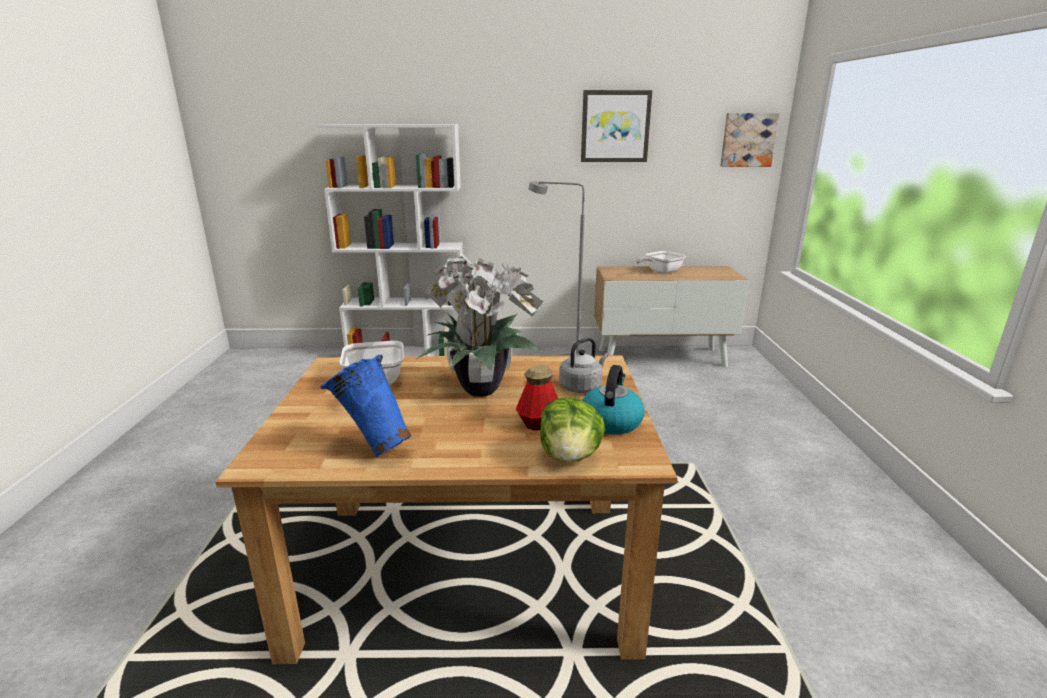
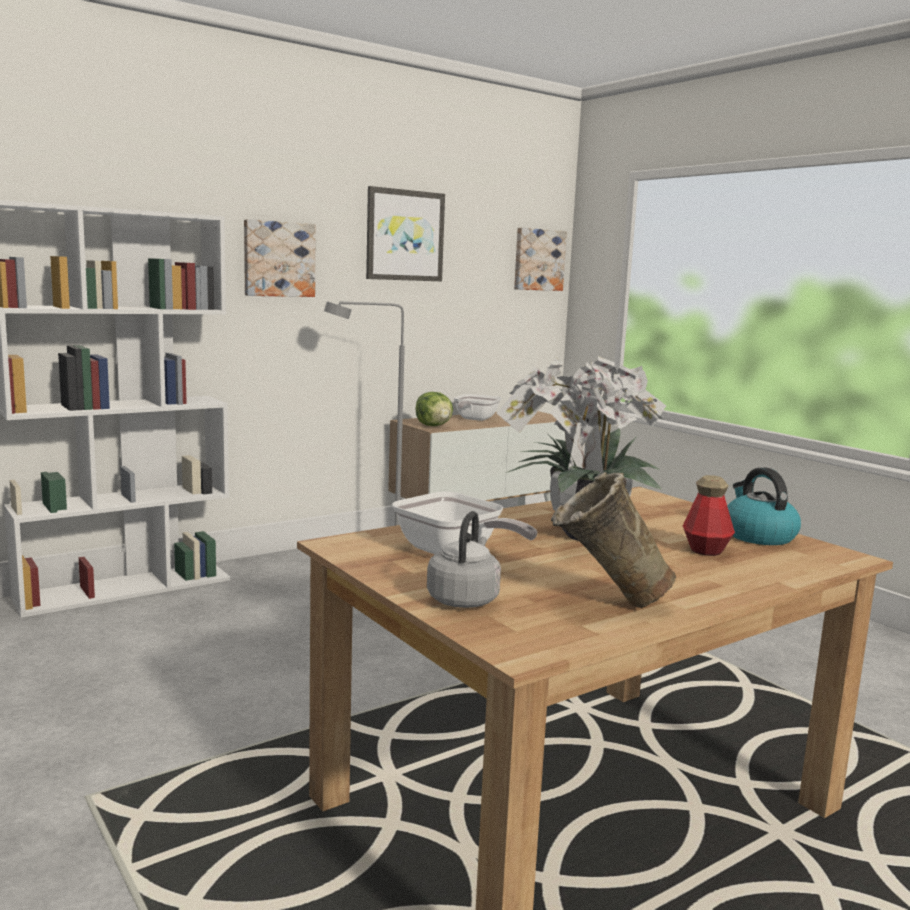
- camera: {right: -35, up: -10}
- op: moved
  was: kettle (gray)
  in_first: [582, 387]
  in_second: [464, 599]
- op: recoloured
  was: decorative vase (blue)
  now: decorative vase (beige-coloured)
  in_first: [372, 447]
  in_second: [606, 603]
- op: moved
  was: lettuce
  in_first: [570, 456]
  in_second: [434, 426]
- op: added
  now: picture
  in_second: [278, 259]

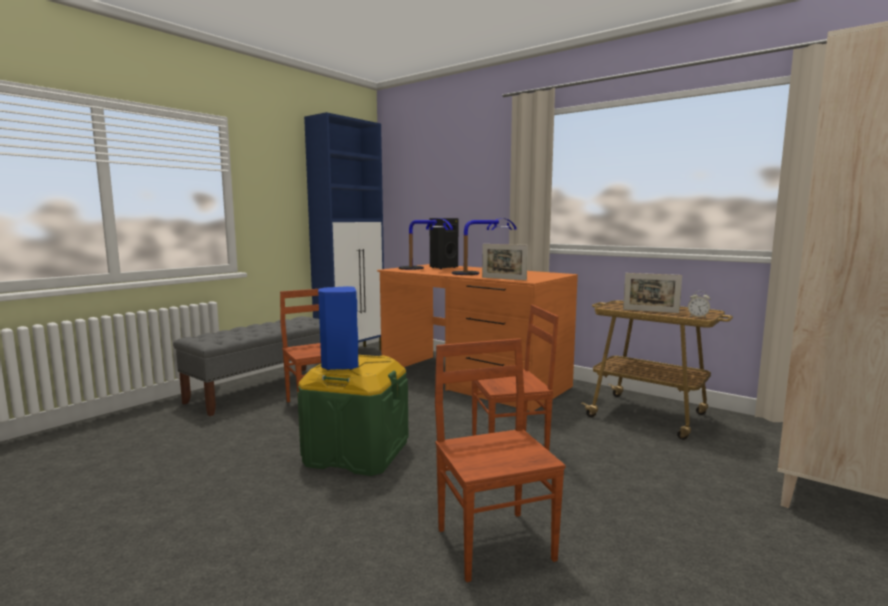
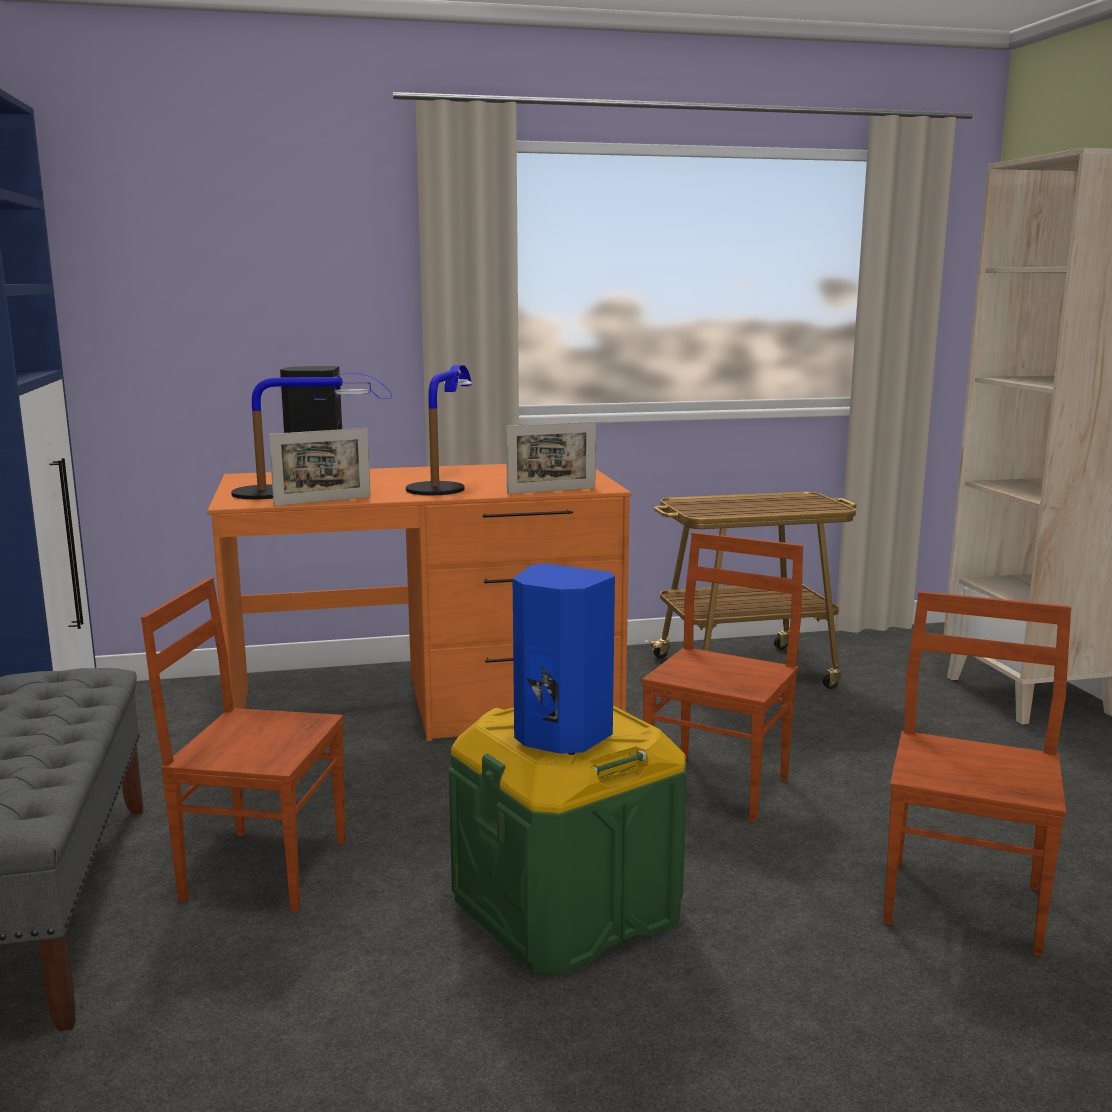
- camera: {right: -50, up: 5}
- op: moved
  was: photo frame
  in_first: [650, 311]
  in_second: [323, 501]
- op: removed
  was: table clock
  in_first: [698, 317]
- op: turned
  was: upright chair (brownish)
  in_first: [496, 542]
  in_second: [965, 904]
  clockwise: 90

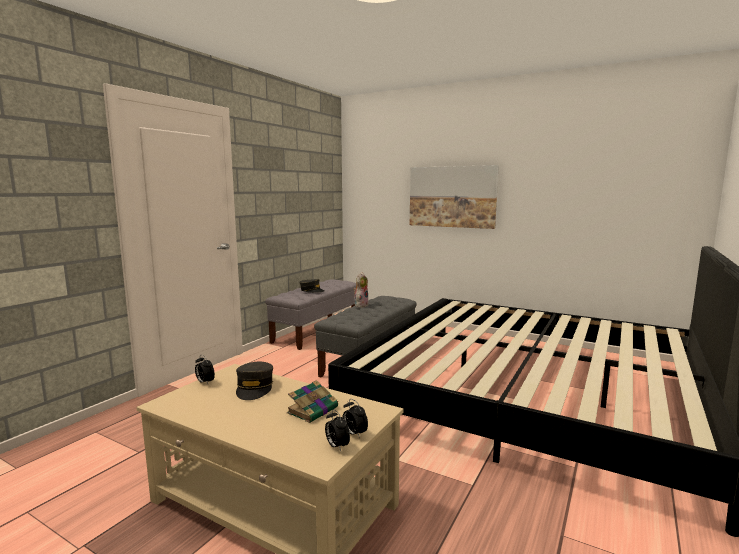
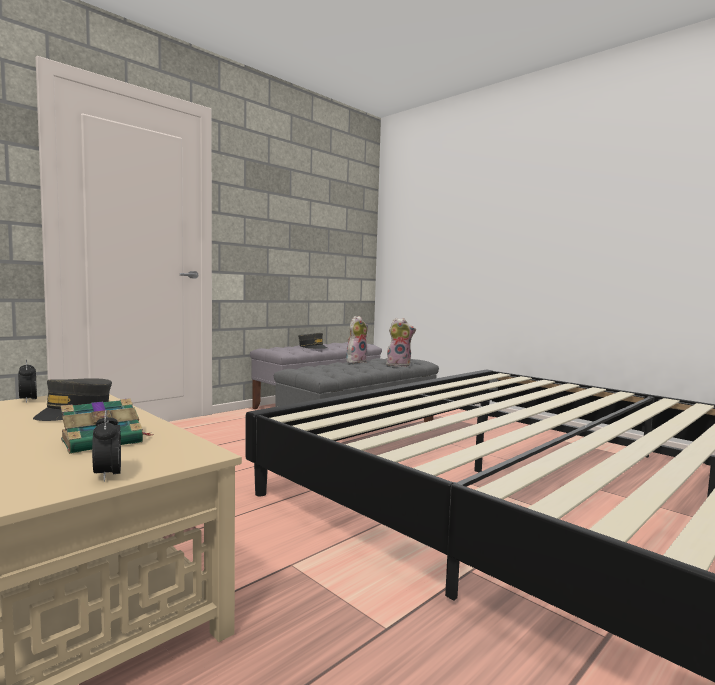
- camera: {right: 15, up: -5}
- op: removed
  was: picture
  in_first: [452, 197]
- op: removed
  was: table clock
  in_first: [336, 446]
- op: added
  now: cuddly toy
  in_second: [399, 365]

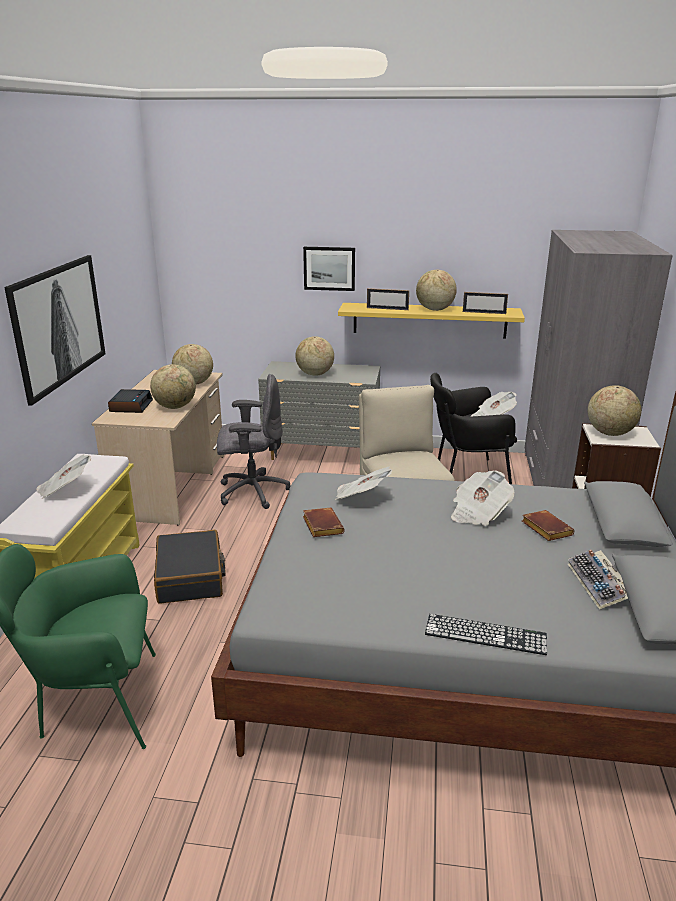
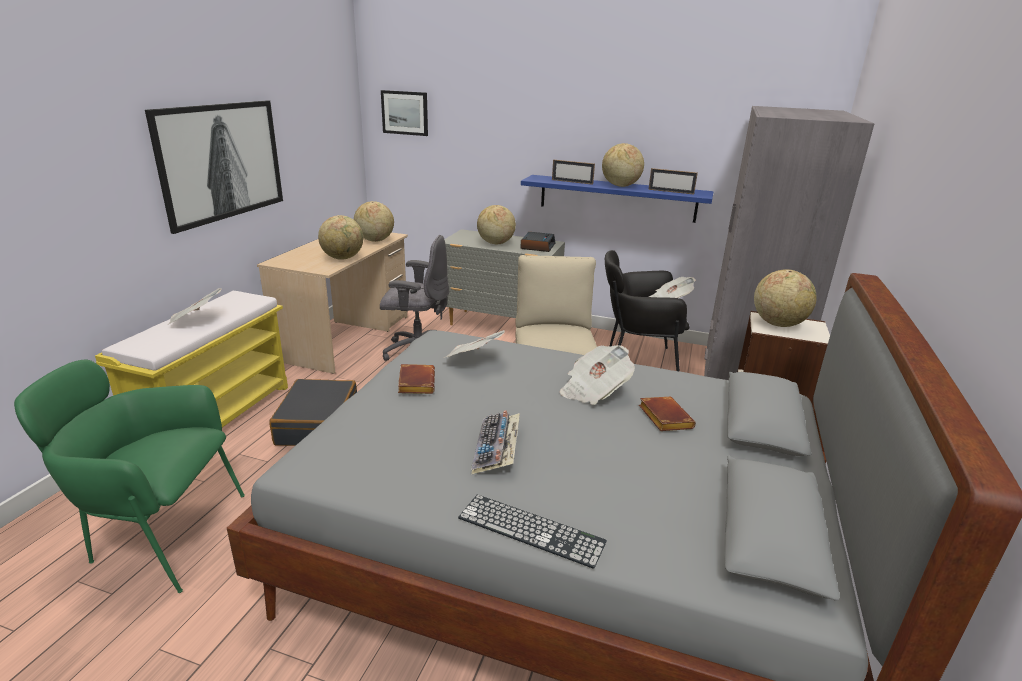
- camera: {right: 10, up: 0}
- op: moved
  was: picture
  in_first: [329, 268]
  in_second: [405, 113]
- op: recoloured
  was: wall shelf (yellowish)
  now: wall shelf (blue)
  in_first: [429, 320]
  in_second: [617, 198]
- op: moved
  was: table clock
  in_first: [131, 406]
  in_second: [537, 246]
- op: moved
  was: keyboard
  in_first: [599, 585]
  in_second: [497, 450]

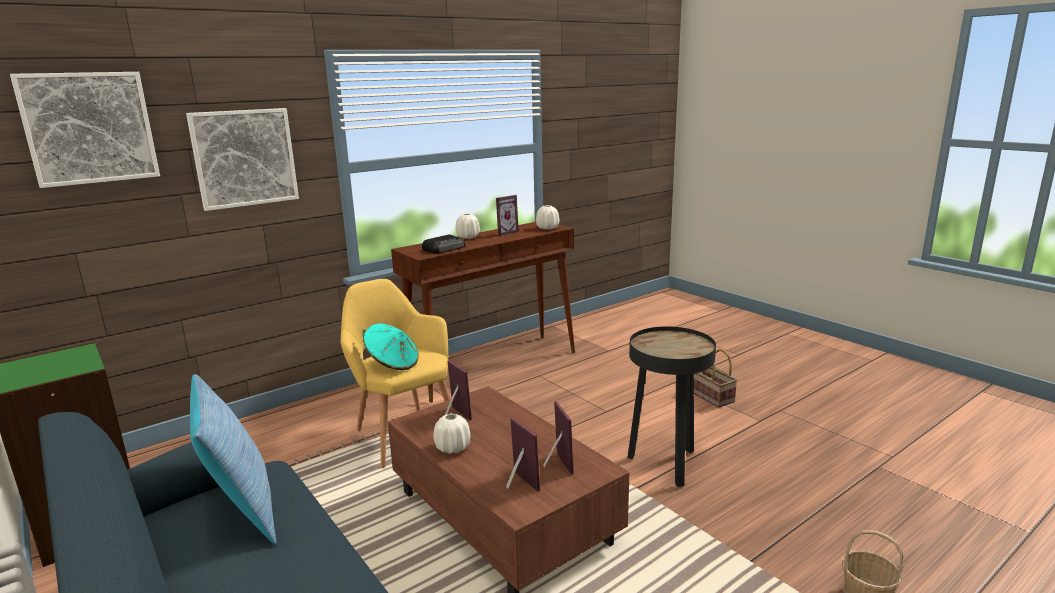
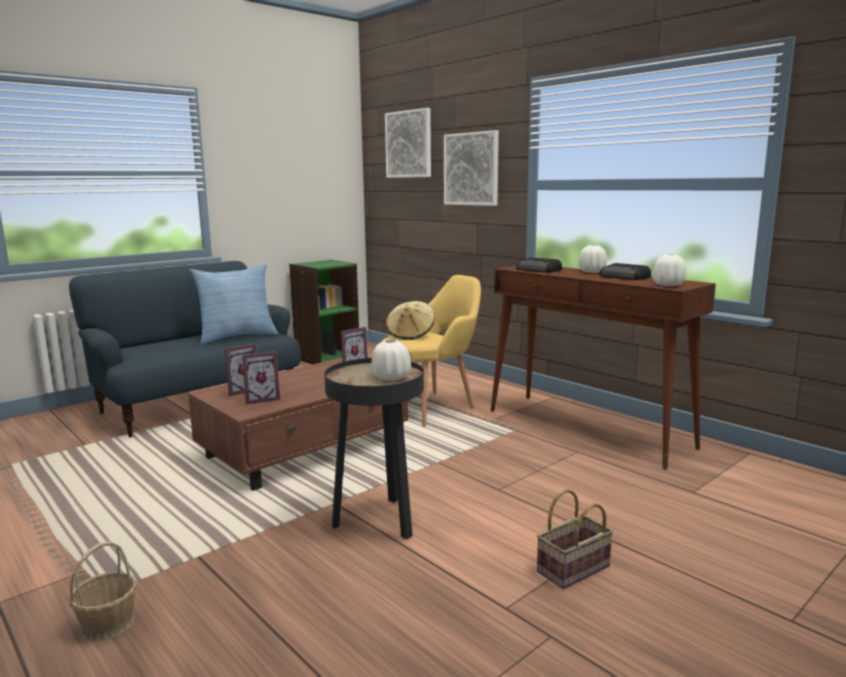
- camera: {right: 85, up: -5}
- op: replaced
  was: photo frame
  now: radio receiver
  in_first: [504, 232]
  in_second: [625, 277]
- op: recoloured
  was: clothing hat (turquoise)
  now: clothing hat (beige-coloured)
  in_first: [392, 364]
  in_second: [411, 335]
- op: moved
  was: decorative vase (white-coloured)
  in_first: [453, 447]
  in_second: [391, 377]

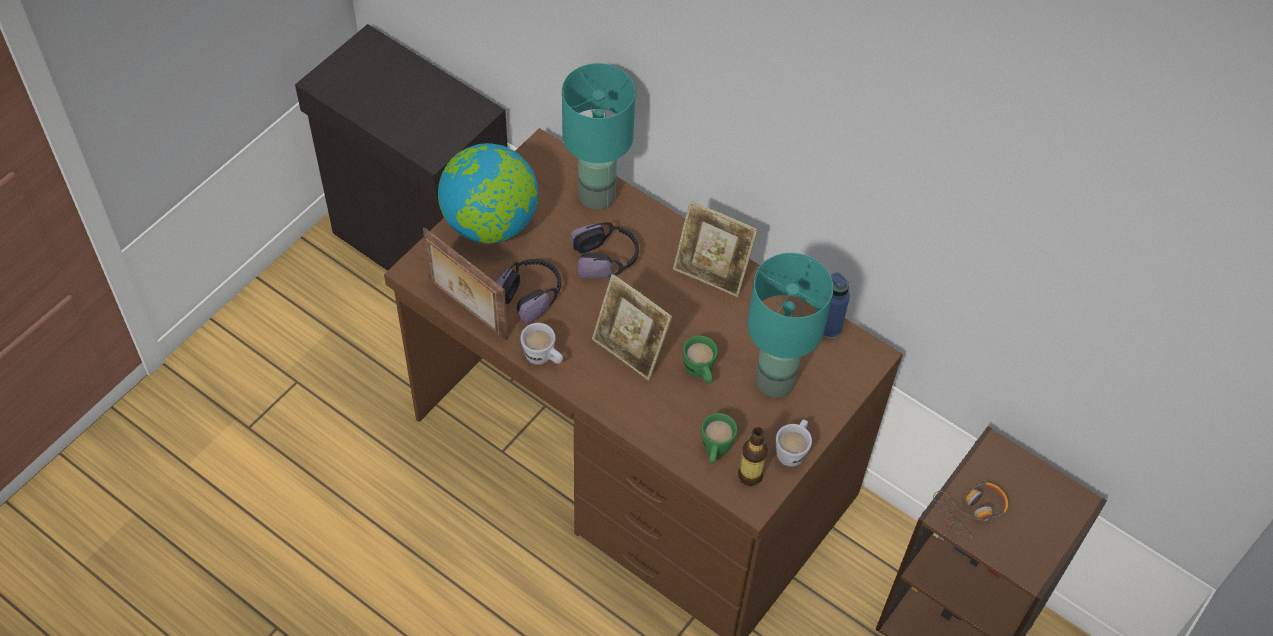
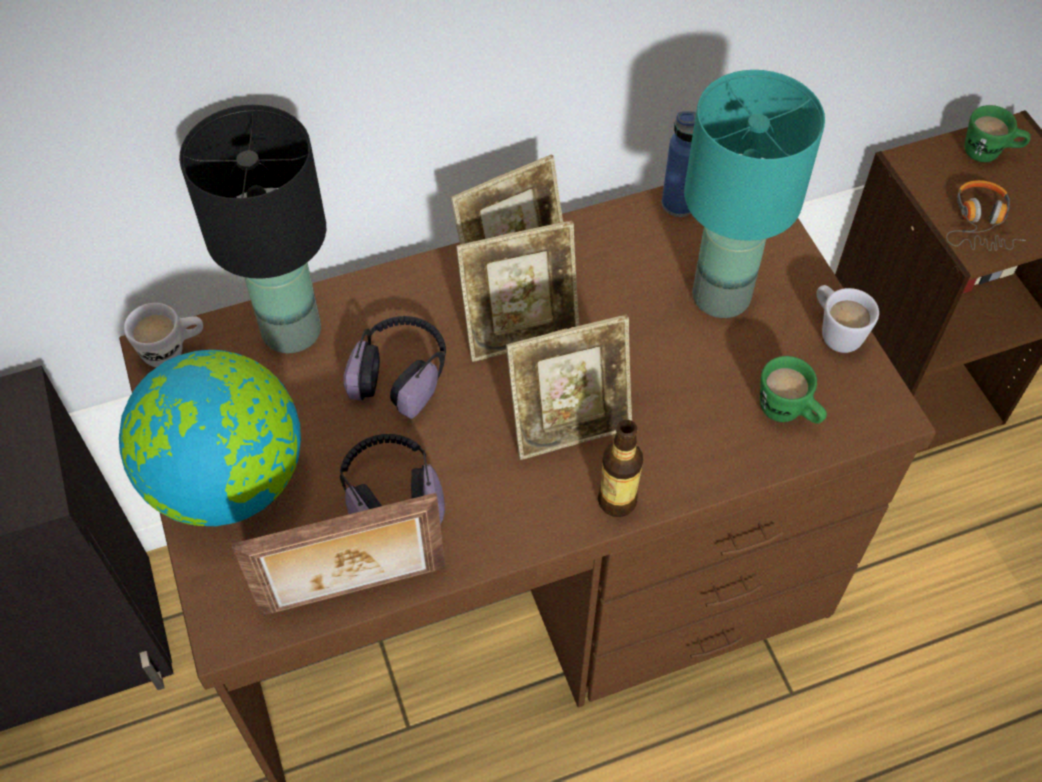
- camera: {right: -55, up: 0}
- op: recoloured
  was: tabletop lamp (turquoise)
  now: tabletop lamp (blackish)
  in_first: [598, 196]
  in_second: [293, 329]
- op: moved
  was: coffee mug (white-coloured)
  in_first: [543, 358]
  in_second: [173, 350]
- op: moved
  was: coffee mug (greenish)
  in_first: [700, 373]
  in_second: [989, 153]
- op: moved
  was: beverage bottle
  in_first: [750, 475]
  in_second: [617, 501]
- op: added
  now: photo frame
  in_second: [520, 332]

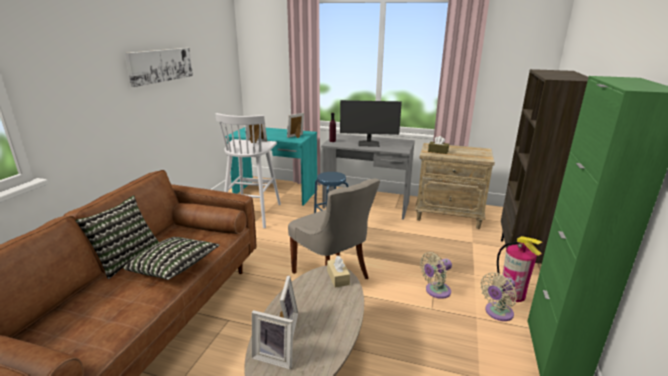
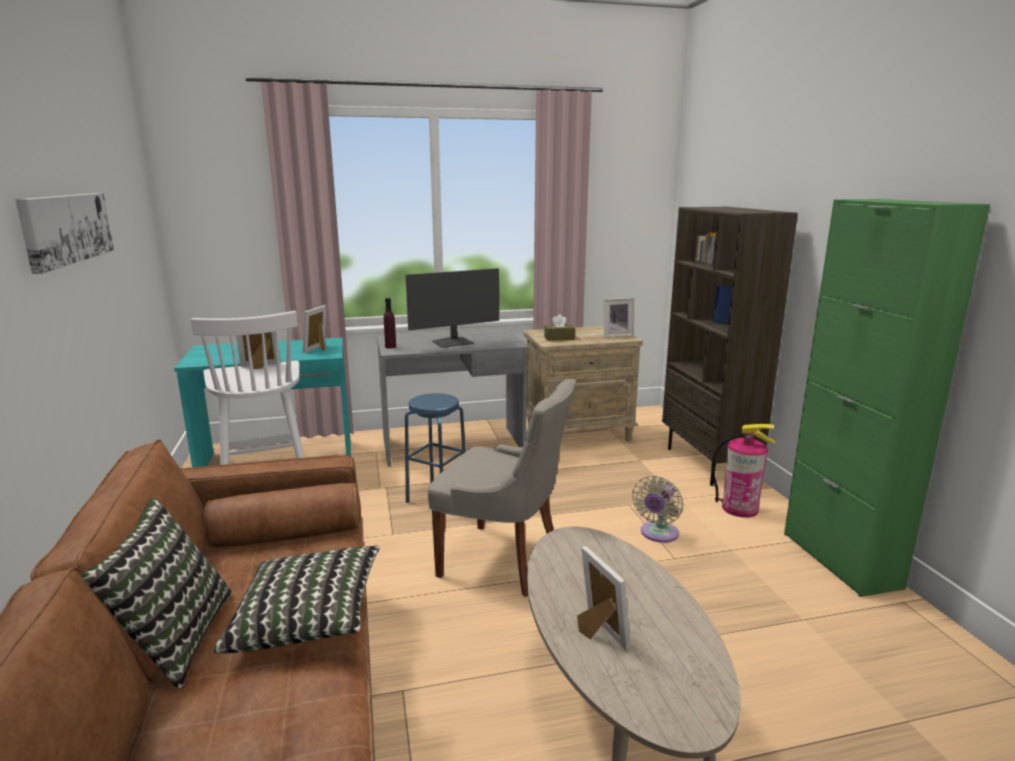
- camera: {right: -30, up: -5}
- op: removed
  was: tissue holder (beige-coloured)
  in_first: [338, 277]
- op: removed
  was: electric fan (beige-coloured)
  in_first: [497, 313]
- op: moved
  was: photo frame
  in_first: [275, 357]
  in_second: [617, 335]

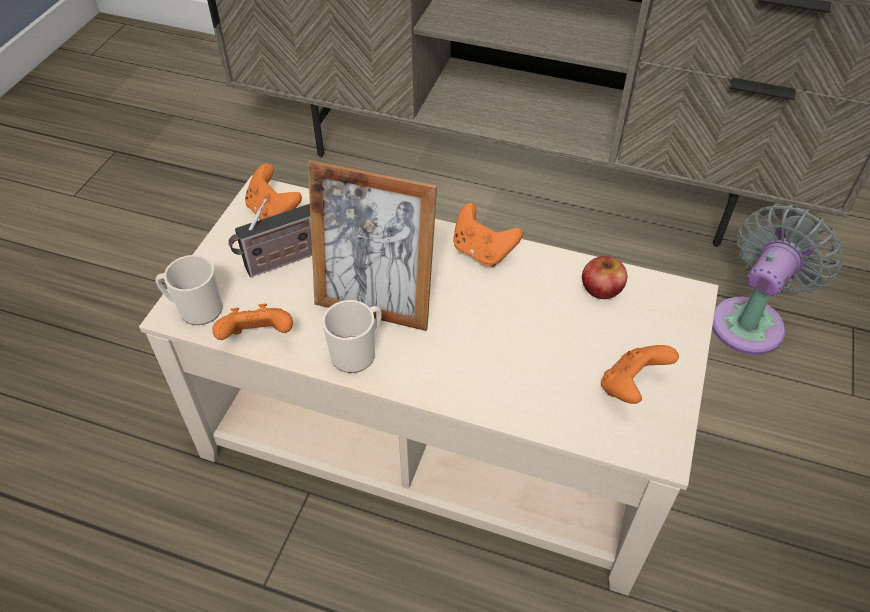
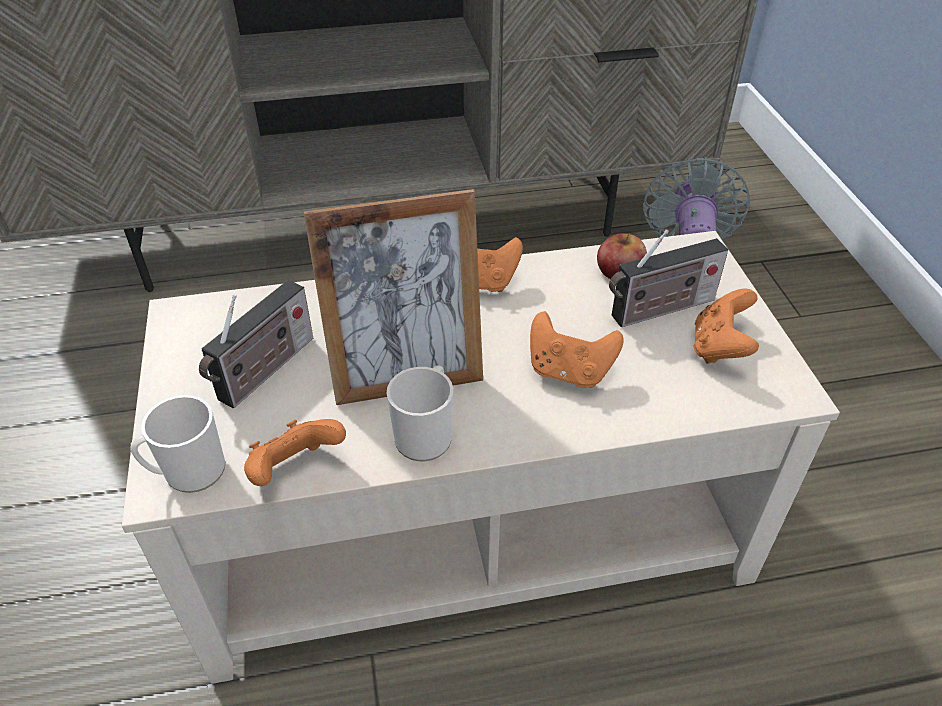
- camera: {right: -30, up: -5}
- op: moved
  was: game controller (orange)
  in_first: [273, 212]
  in_second: [569, 371]
- op: added
  now: radio receiver
  in_second: [659, 310]

